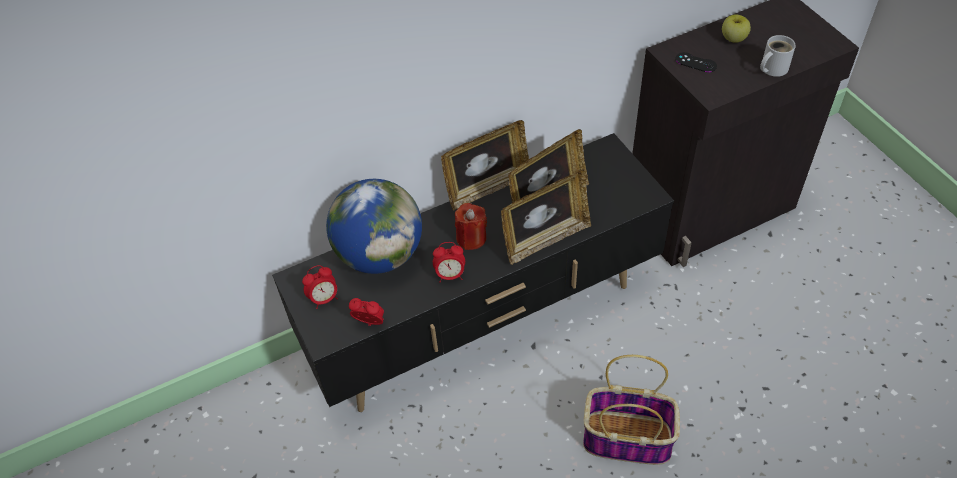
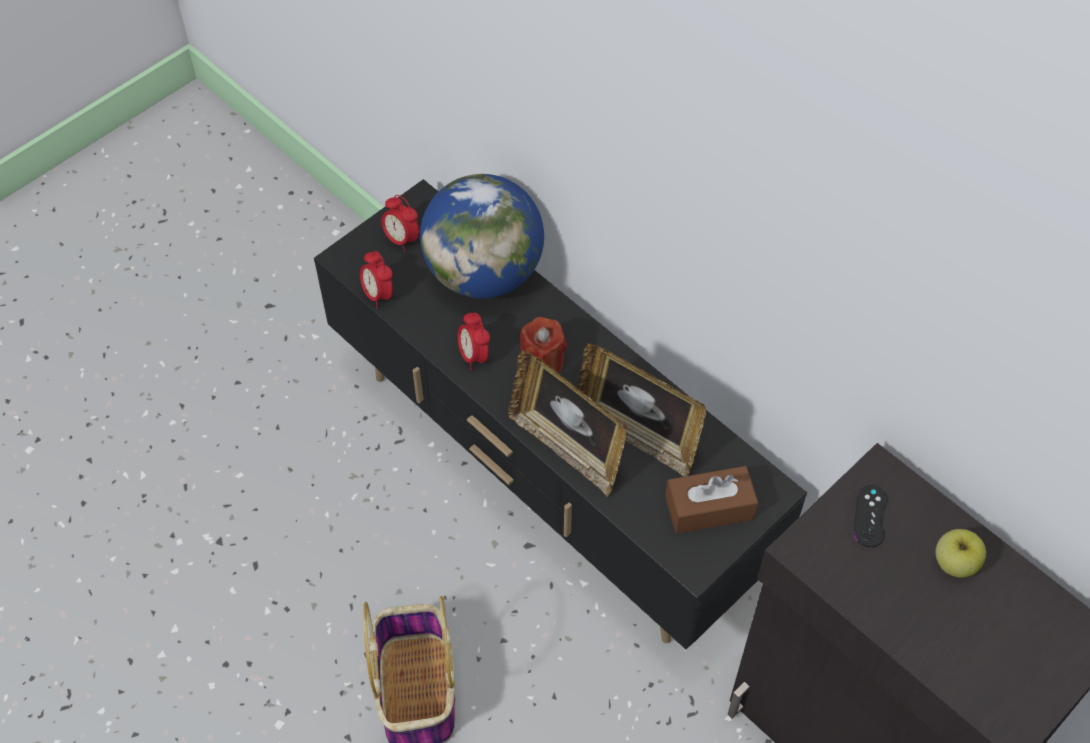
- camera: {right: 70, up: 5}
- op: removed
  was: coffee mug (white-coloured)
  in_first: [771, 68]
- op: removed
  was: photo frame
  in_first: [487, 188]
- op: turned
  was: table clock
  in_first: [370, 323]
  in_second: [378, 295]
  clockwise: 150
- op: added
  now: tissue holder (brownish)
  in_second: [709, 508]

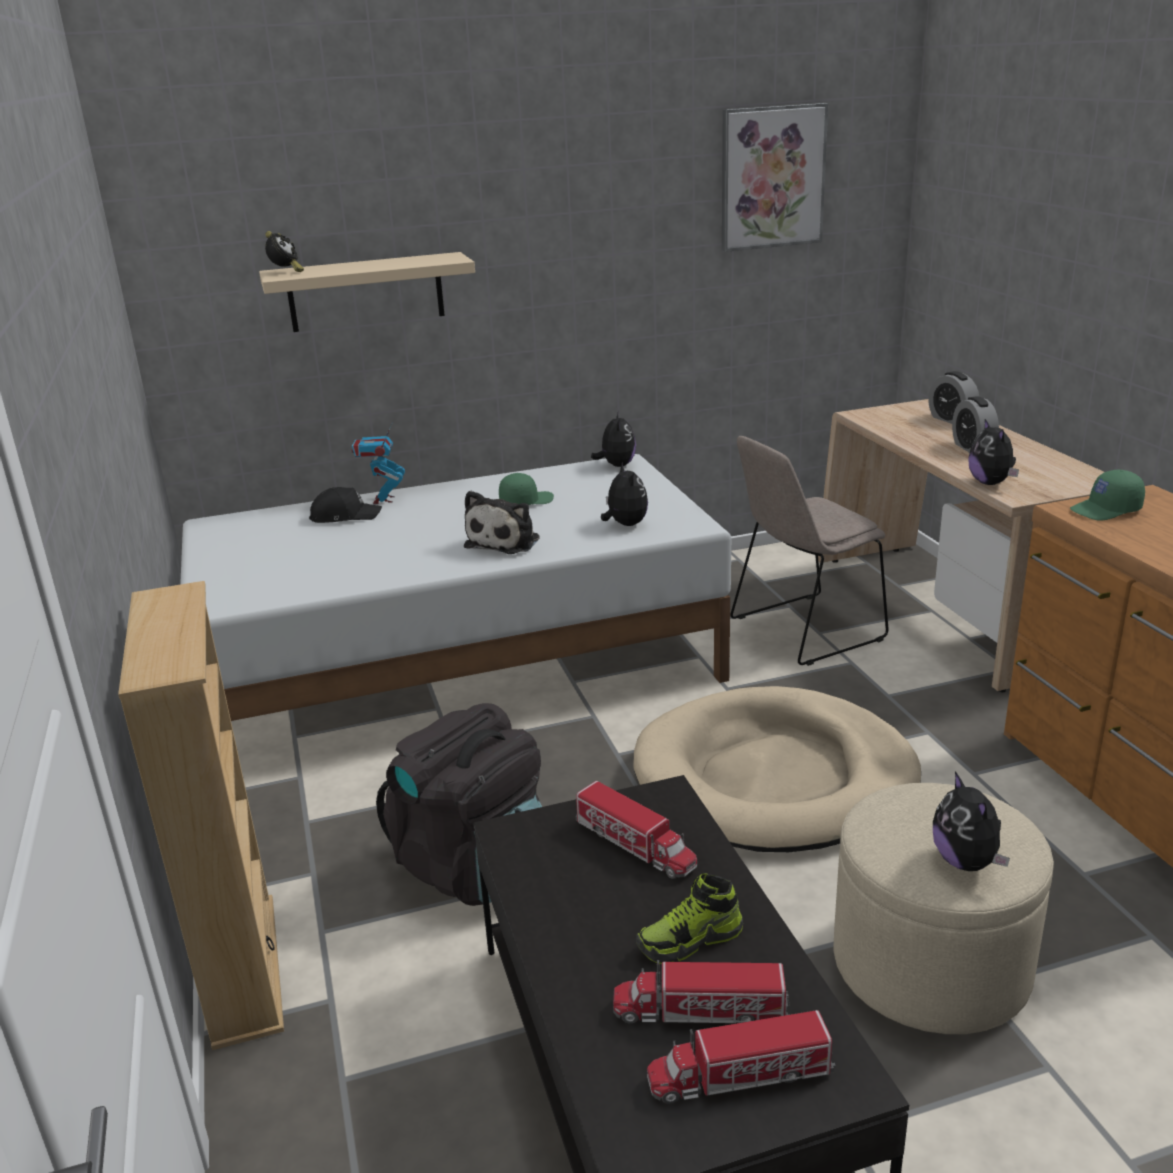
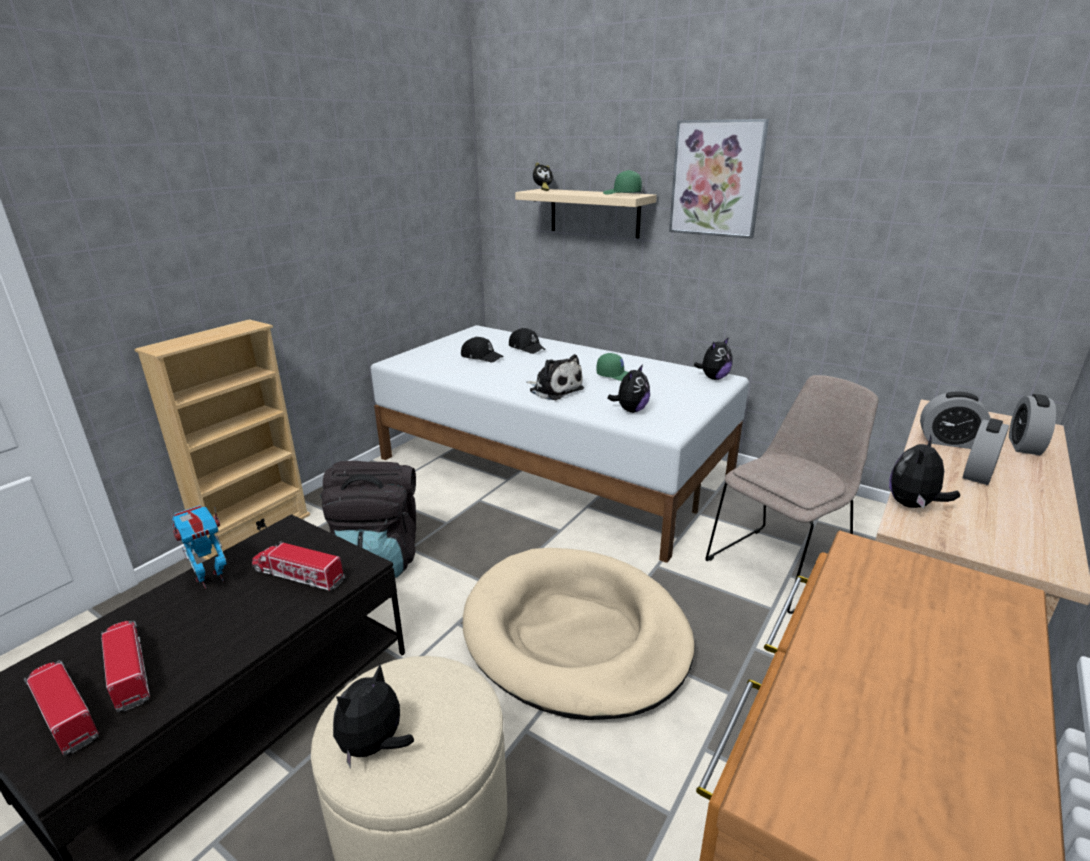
- camera: {right: 50, up: 0}
- op: moved
  was: picture
  in_first: [772, 177]
  in_second: [716, 179]
- op: moved
  was: model robot
  in_first: [383, 500]
  in_second: [211, 579]
- op: turned
  was: upright chair (beige-coloured)
  in_first: [802, 631]
  in_second: [779, 566]
  clockwise: 120
- op: moved
  was: peaked cap (greenish)
  in_first: [1106, 510]
  in_second: [621, 194]
- op: turned
  was: cuddly toy
  in_first: [505, 541]
  in_second: [554, 390]
  clockwise: -120
- op: turned
  was: toy lorry
  in_first: [635, 845]
  in_second: [298, 575]
  clockwise: 105
- op: removed
  was: item of footwear
  in_first: [690, 940]
- op: added
  now: peaked cap (blackish)
  in_second: [481, 357]
- op: added
  now: table clock
  in_second: [948, 442]

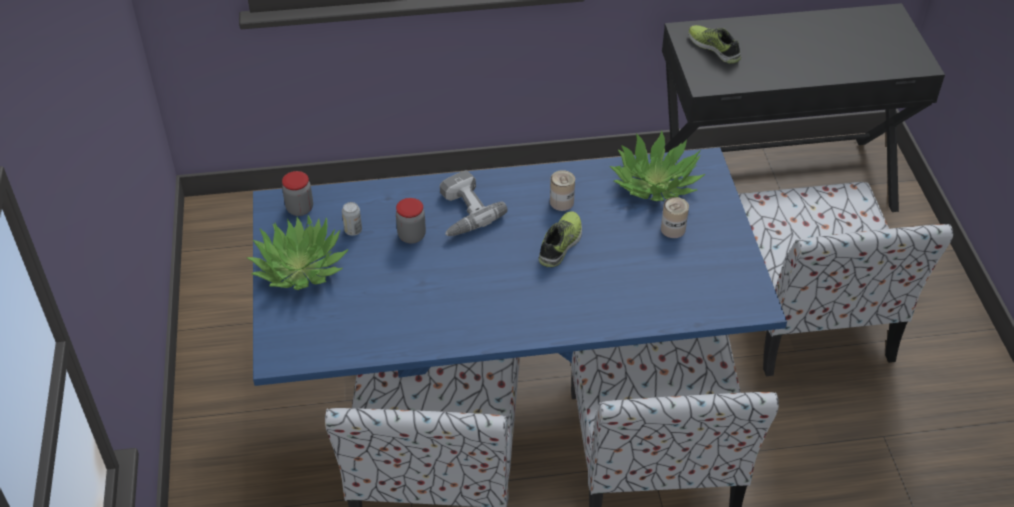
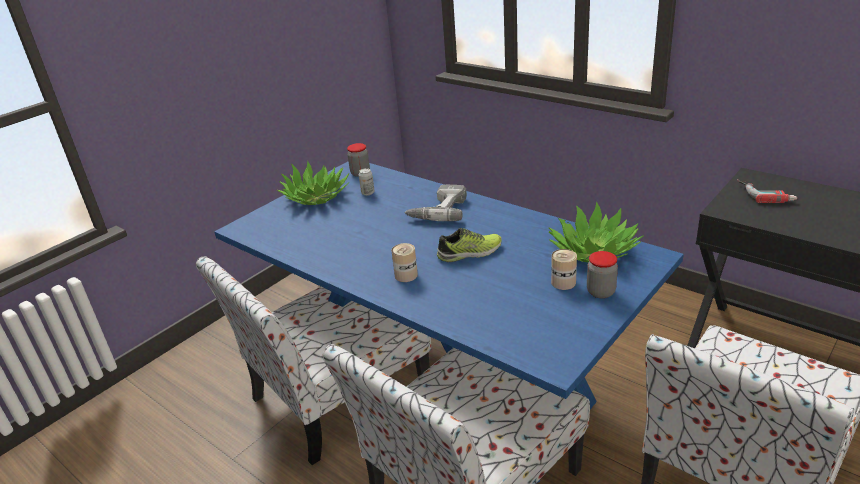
- camera: {right: 50, up: -15}
- op: replaced
  was: item of footwear
  now: power drill
  in_first: [714, 48]
  in_second: [765, 193]
- op: moved
  was: can
  in_first: [561, 202]
  in_second: [406, 275]
- op: moved
  was: preserve jar
  in_first: [411, 236]
  in_second: [601, 292]

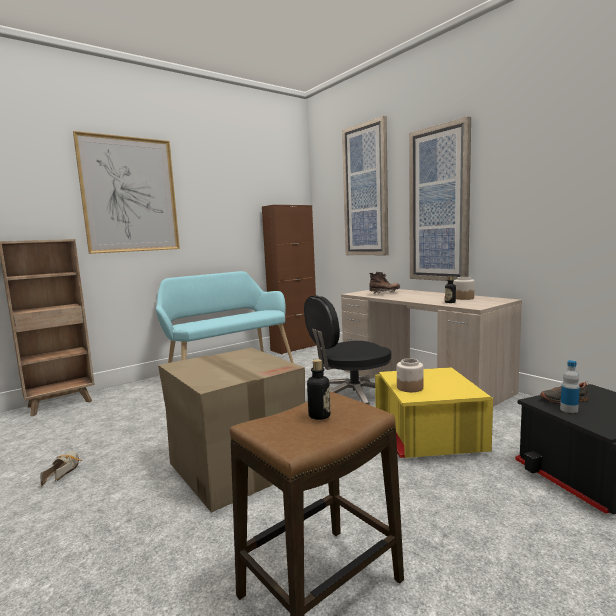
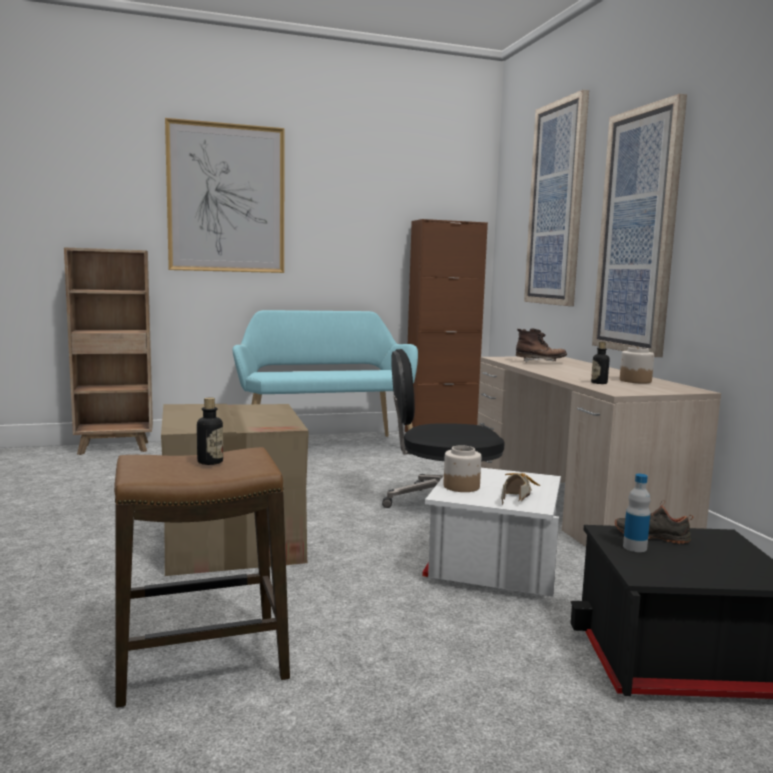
- camera: {right: 20, up: 0}
- op: recoloured
  was: storage bin (yellowish)
  now: storage bin (white-coloured)
  in_first: [427, 438]
  in_second: [490, 567]
- op: moved
  was: item of footwear
  in_first: [64, 471]
  in_second: [515, 494]

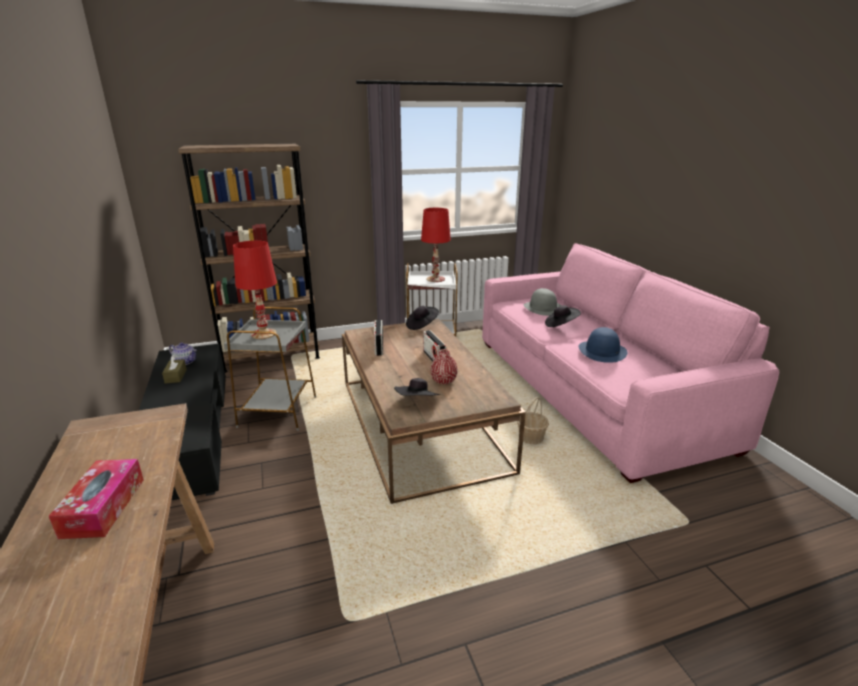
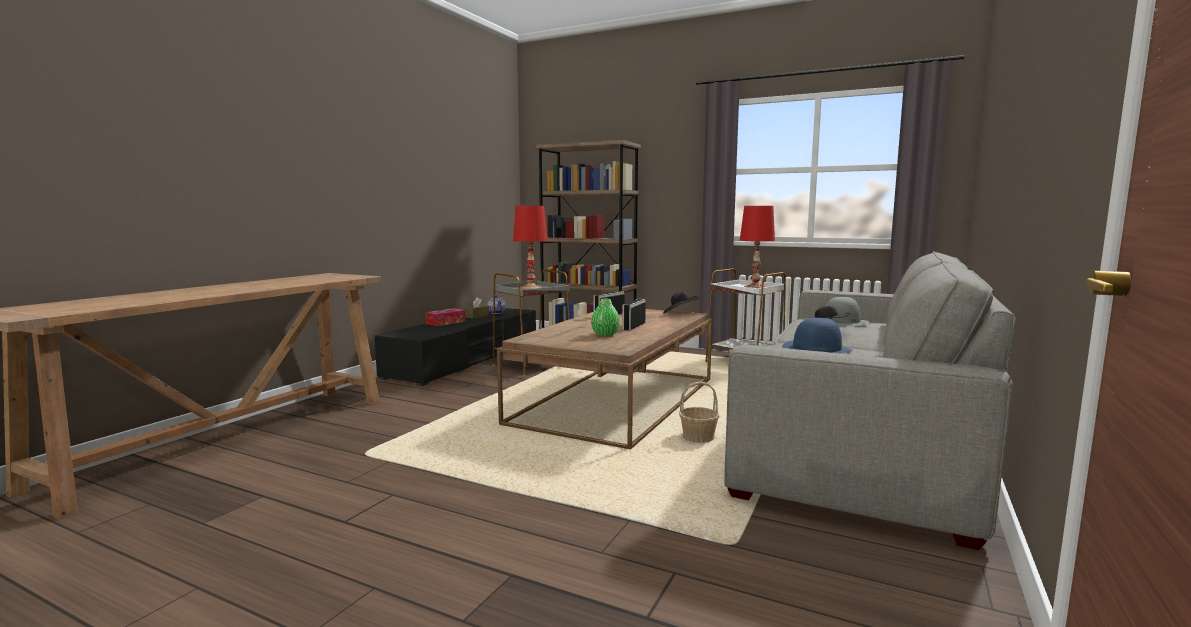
- camera: {right: 45, up: -15}
- op: recoloured
  was: couch (pinkish)
  now: couch (gray)
  in_first: [591, 389]
  in_second: [861, 435]
- op: recoloured
  was: decorative vase (reddish)
  now: decorative vase (greenish)
  in_first: [443, 381]
  in_second: [605, 334]
- op: removed
  was: clothing hat (blackish)
  in_first: [417, 402]
- op: moved
  was: tissue holder
  in_first: [103, 507]
  in_second: [446, 322]

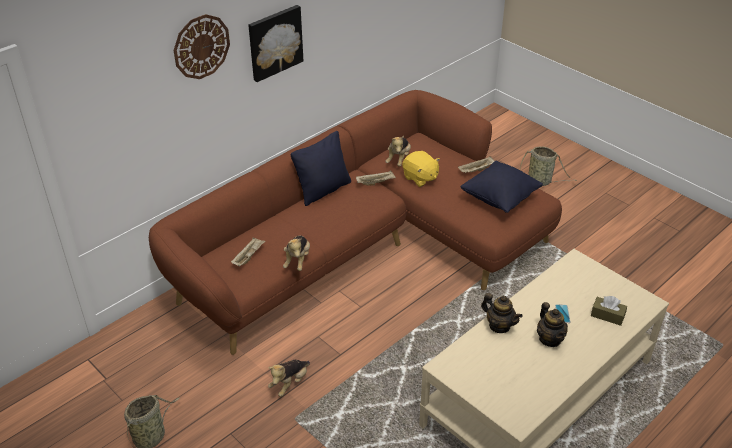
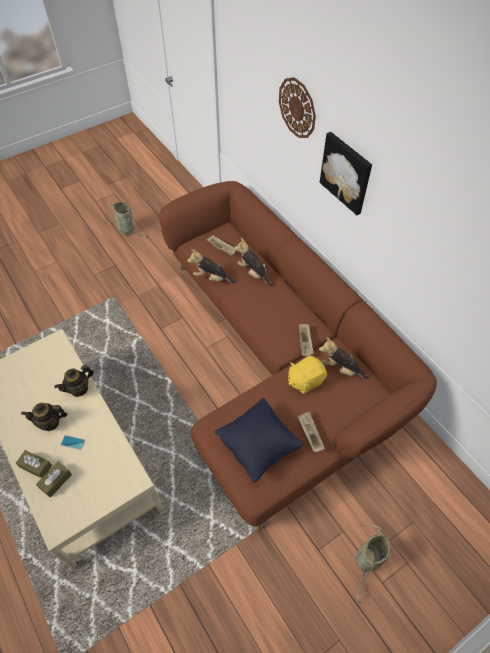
- camera: {right: 100, up: 15}
- op: removed
  was: throw pillow (blackish)
  in_first: [323, 190]
- op: moved
  was: cuddly toy
  in_first: [290, 383]
  in_second: [253, 273]
- op: added
  now: tissue holder (brownish)
  in_second: [36, 466]

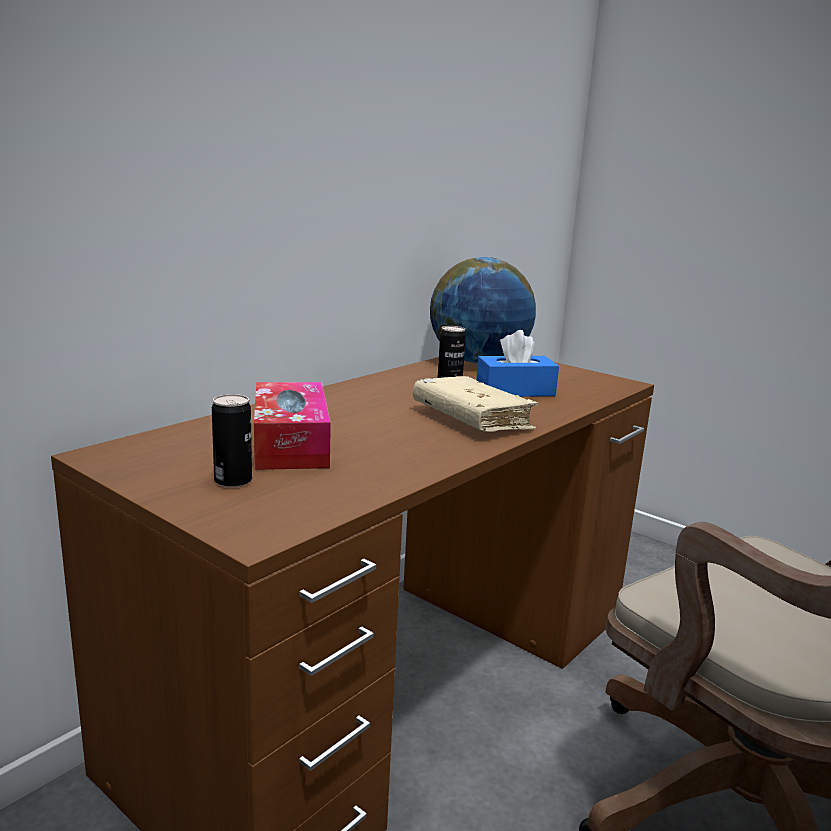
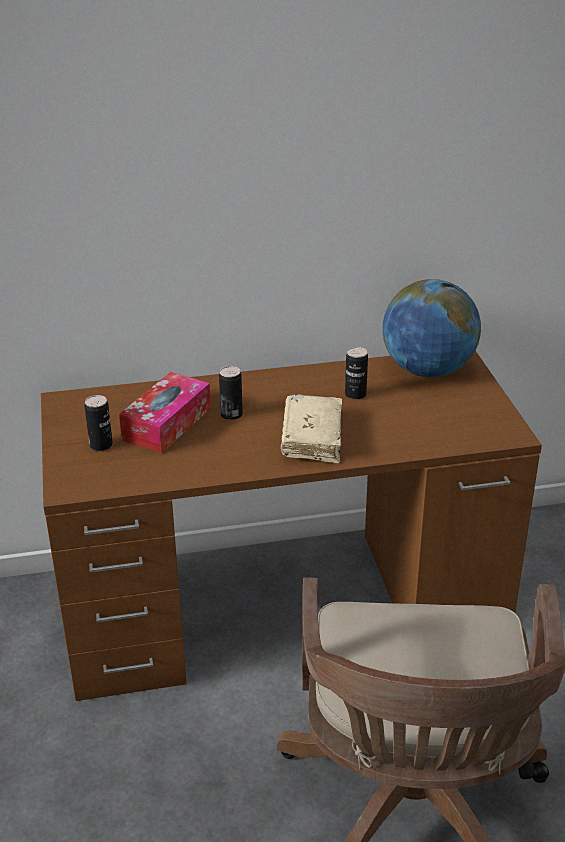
- camera: {right: 40, up: 15}
- op: removed
  was: tissue holder (blue)
  in_first: [515, 391]
- op: added
  now: can
  in_second: [231, 414]

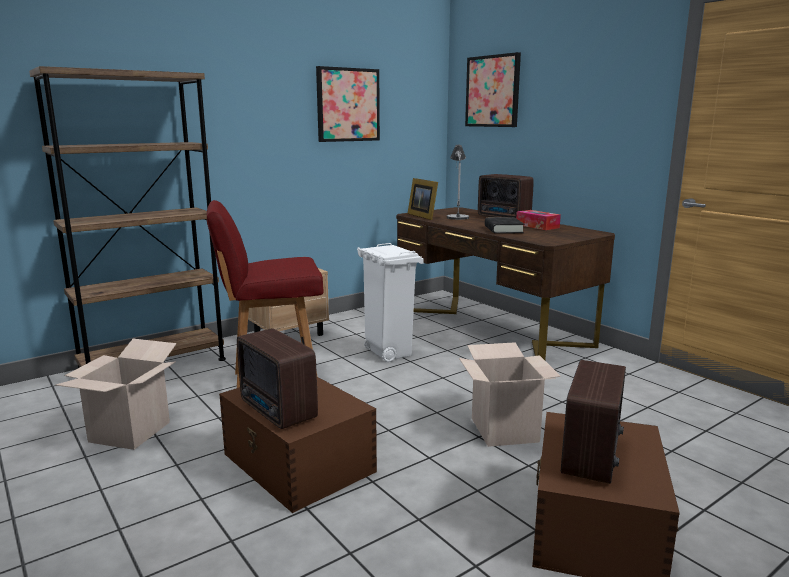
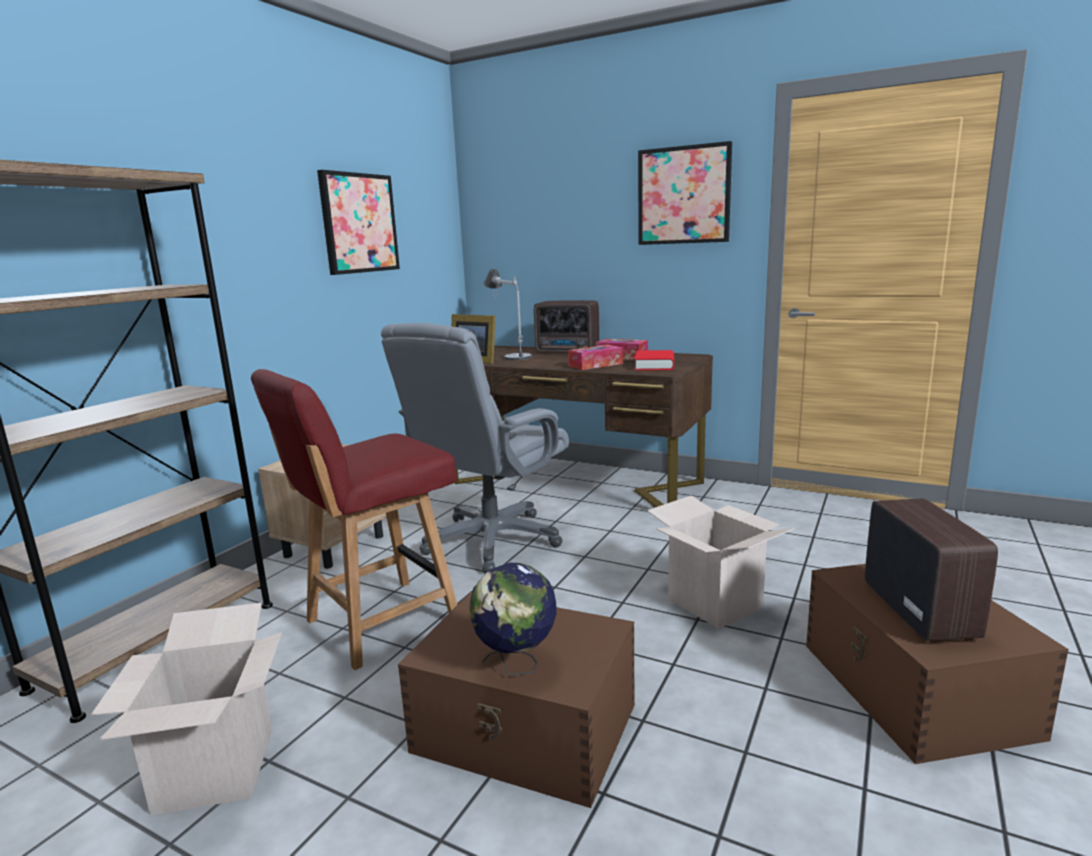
- camera: {right: -25, up: 0}
- op: moved
  was: picture
  in_first: [493, 91]
  in_second: [684, 195]
- op: replaced
  was: book (blackish)
  now: tissue holder
  in_first: [503, 229]
  in_second: [595, 365]
- op: replaced
  was: trash can (white-coloured)
  now: computer chair (gray)
  in_first: [388, 353]
  in_second: [491, 541]
- op: replaced
  was: radio receiver
  now: globe
  in_first: [278, 411]
  in_second: [516, 666]
- op: added
  now: book (reddish)
  in_second: [654, 365]

